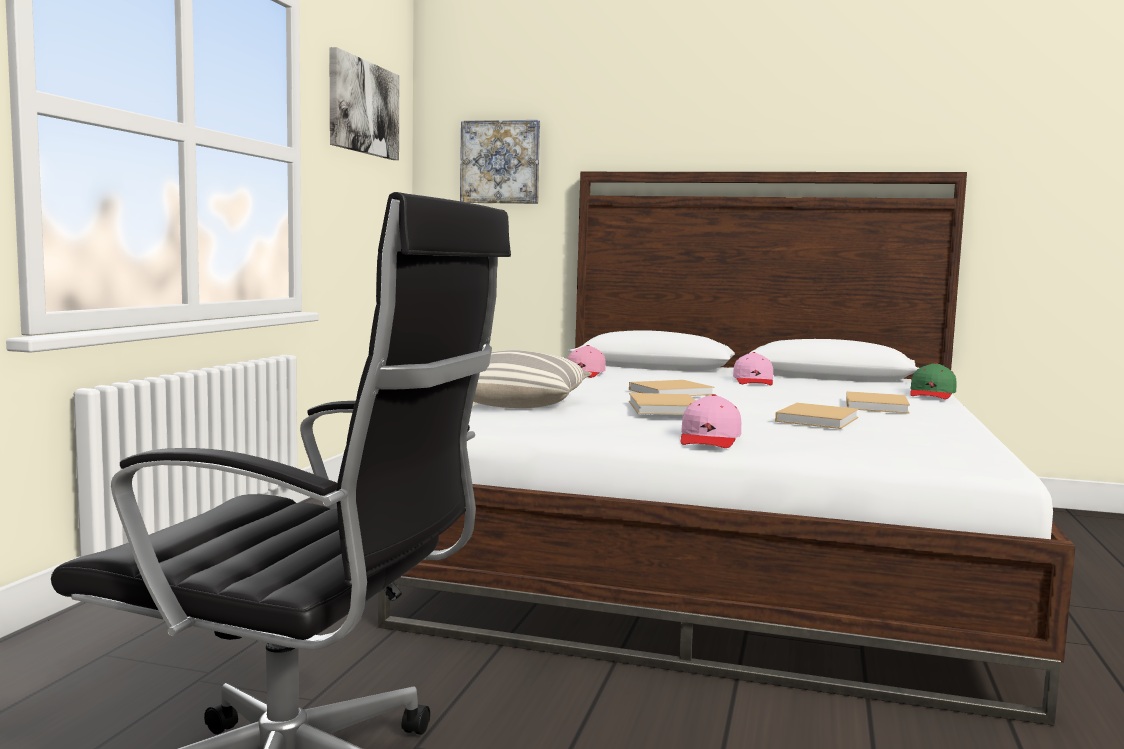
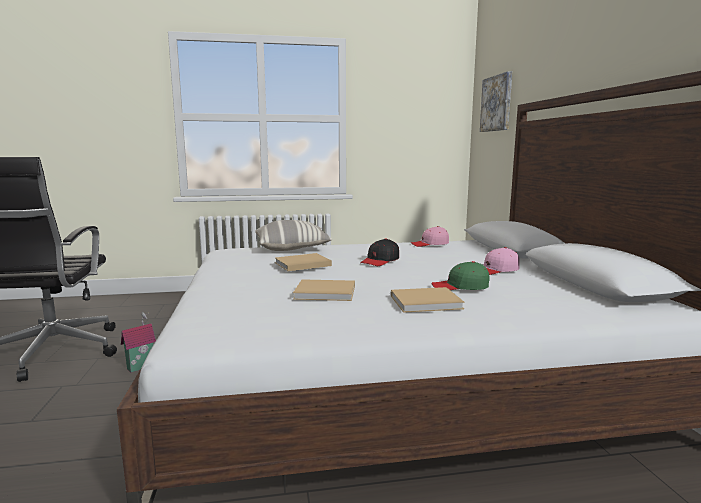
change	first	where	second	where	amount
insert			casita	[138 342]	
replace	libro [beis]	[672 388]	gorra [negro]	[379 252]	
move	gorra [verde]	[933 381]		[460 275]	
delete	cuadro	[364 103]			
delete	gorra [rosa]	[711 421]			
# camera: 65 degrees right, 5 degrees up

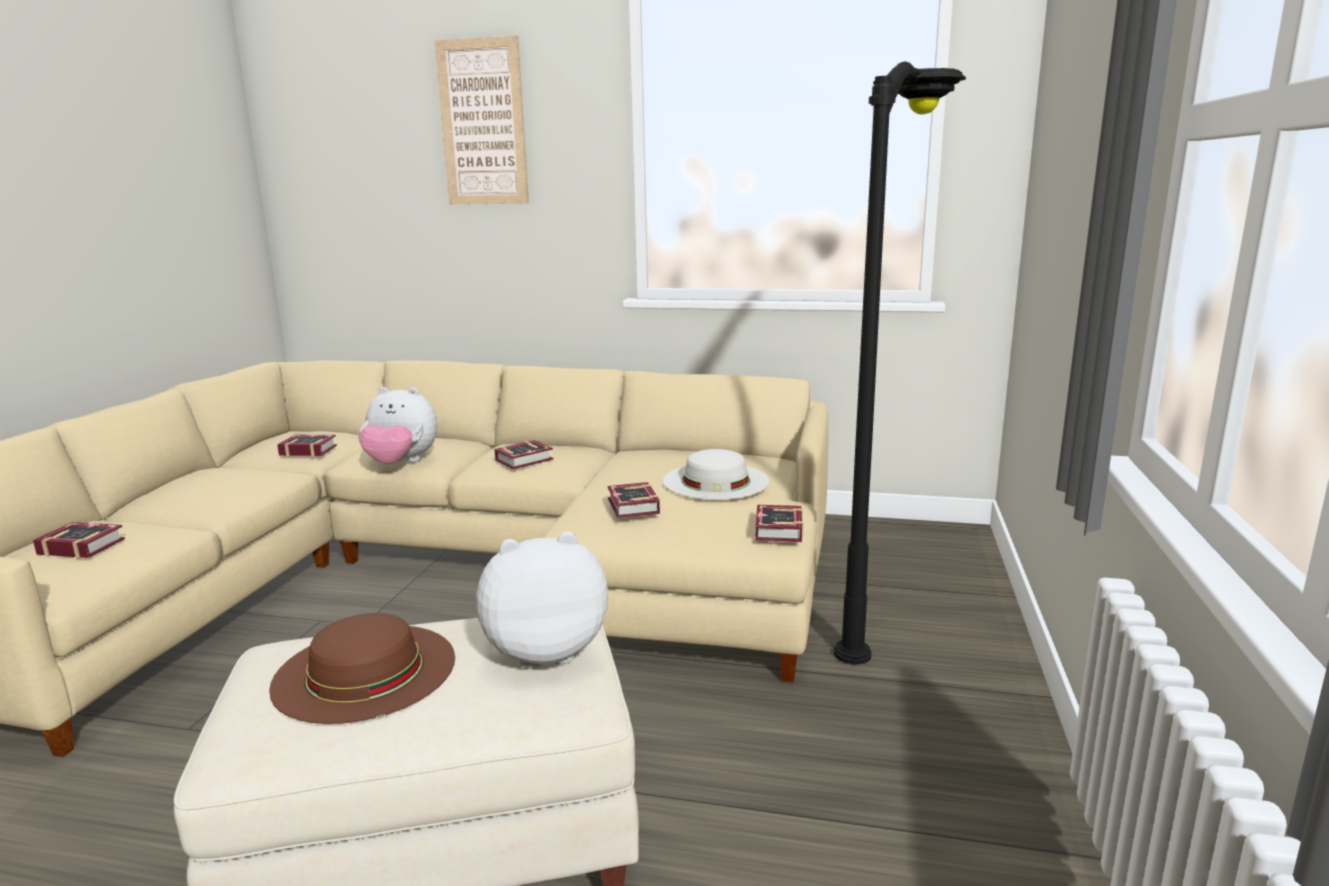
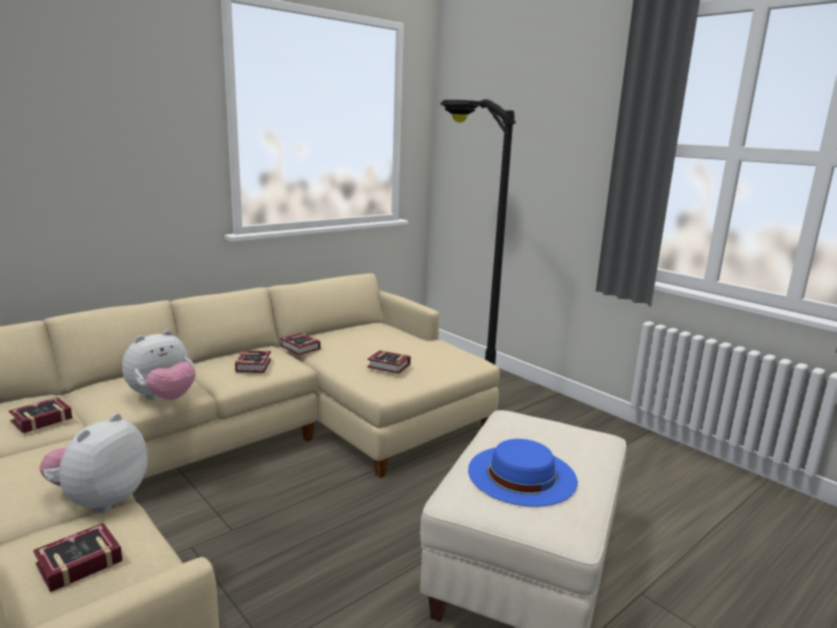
change	first	where	second	where	amount
move	peluche	[542 600]		[93 463]	
move	libro	[779 523]		[300 344]	
recolor	sombrero [marrón]	[362 668]	sombrero [azul]	[523 473]	
delete	cuadro	[482 120]			
delete	sombrero [blanco]	[716 474]			
# camera: 55 degrees left, 0 degrees up

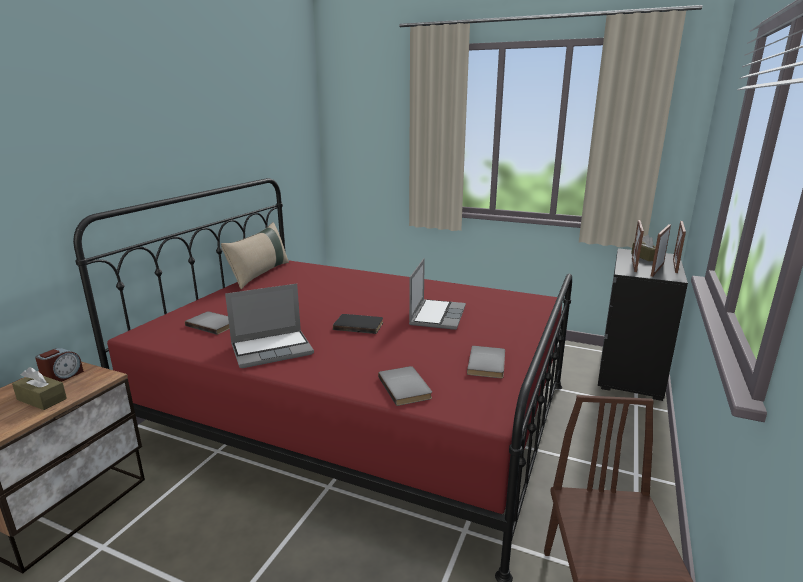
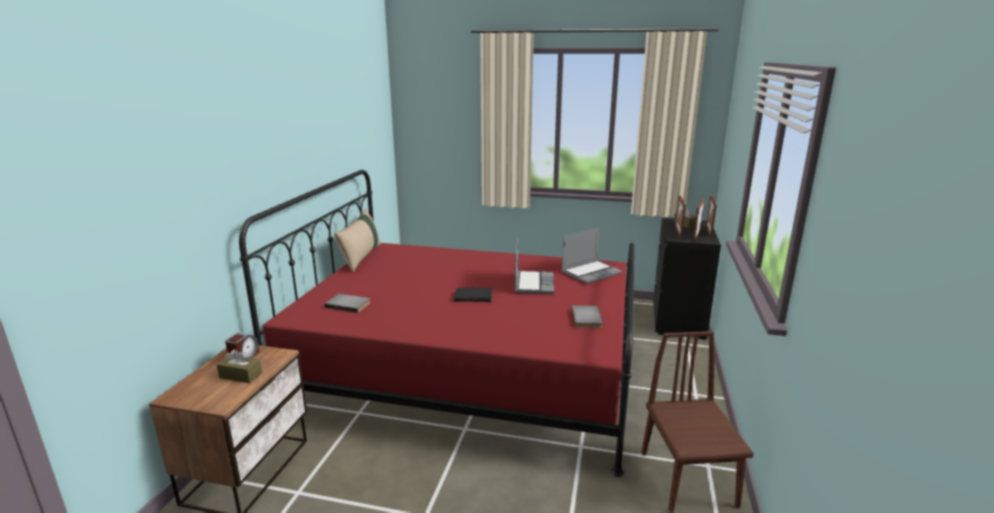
change	first	where	second	where	amount
move	portátil	[269 325]		[592 256]	
delete	libro [gris]	[405 386]			
# camera: 10 degrees left, 0 degrees up

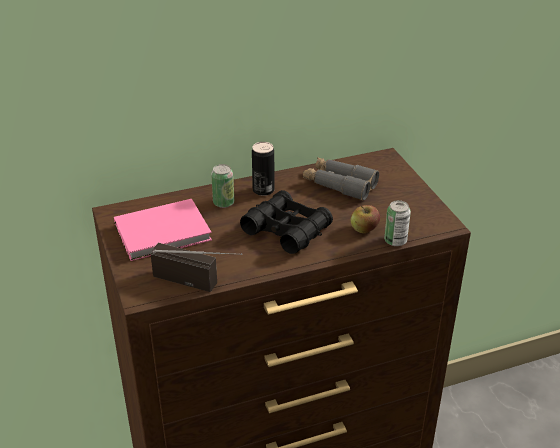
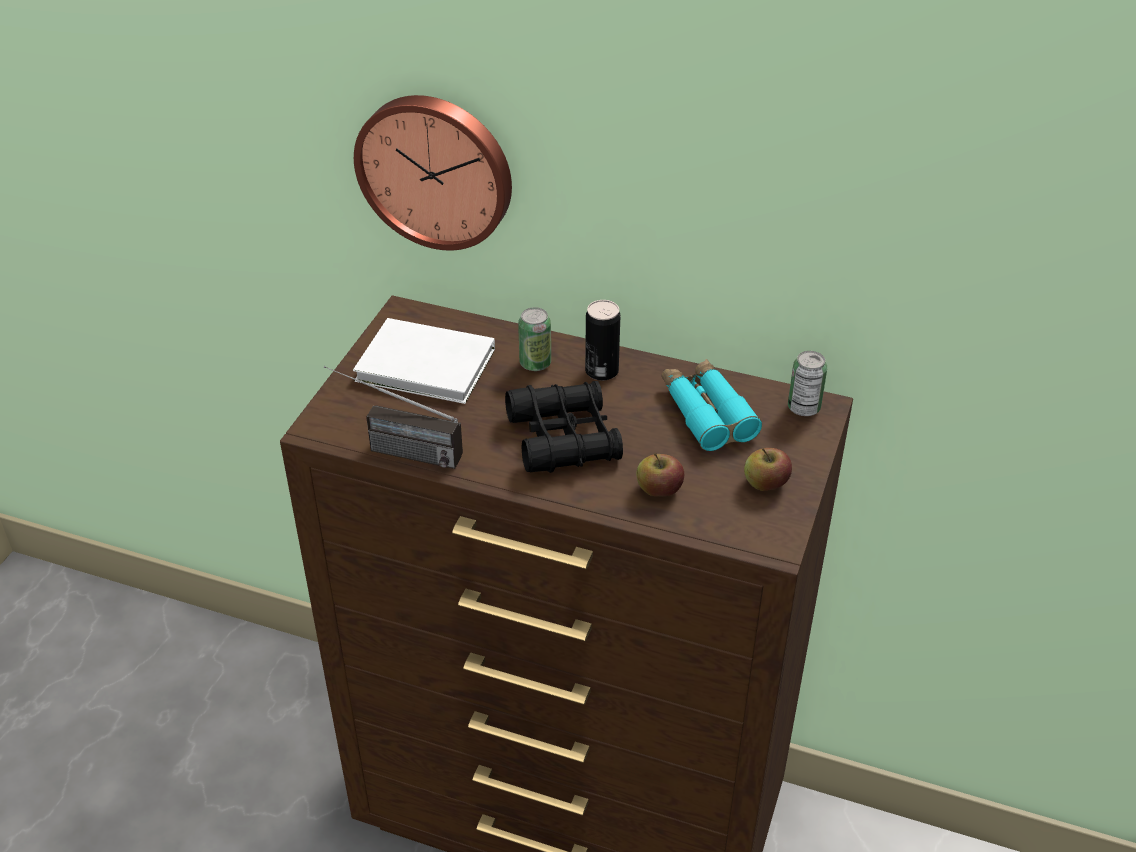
change	first	where	second	where	amount
rotate	radio	[196 267]		[393 417]	135 degrees clockwise
recolor	libro [rosa]	[163 230]	libro [blanco]	[424 361]	
insert			reloj de pared	[433 172]	
recolor	prismáticos [gris]	[341 179]	prismáticos [turquesa]	[712 405]	
insert			manzana	[768 469]	
move	lata	[397 223]		[807 383]	
# camera: 40 degrees right, 5 degrees up

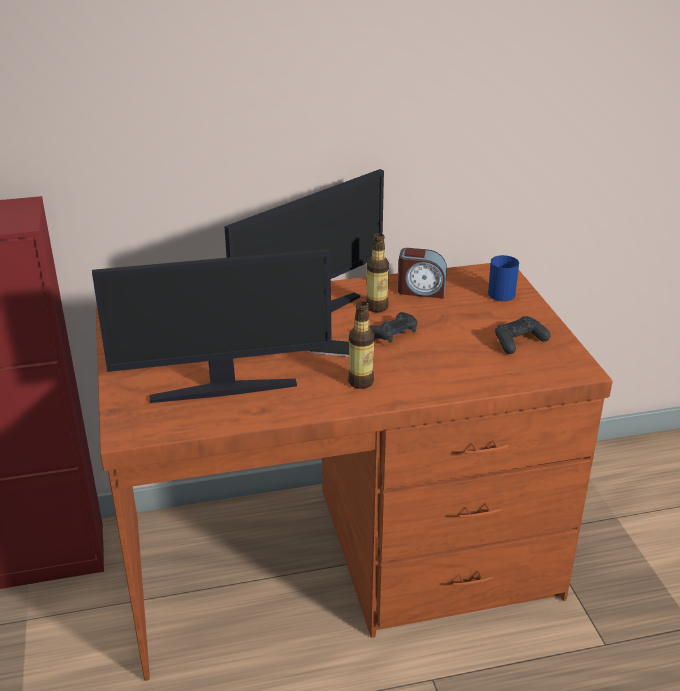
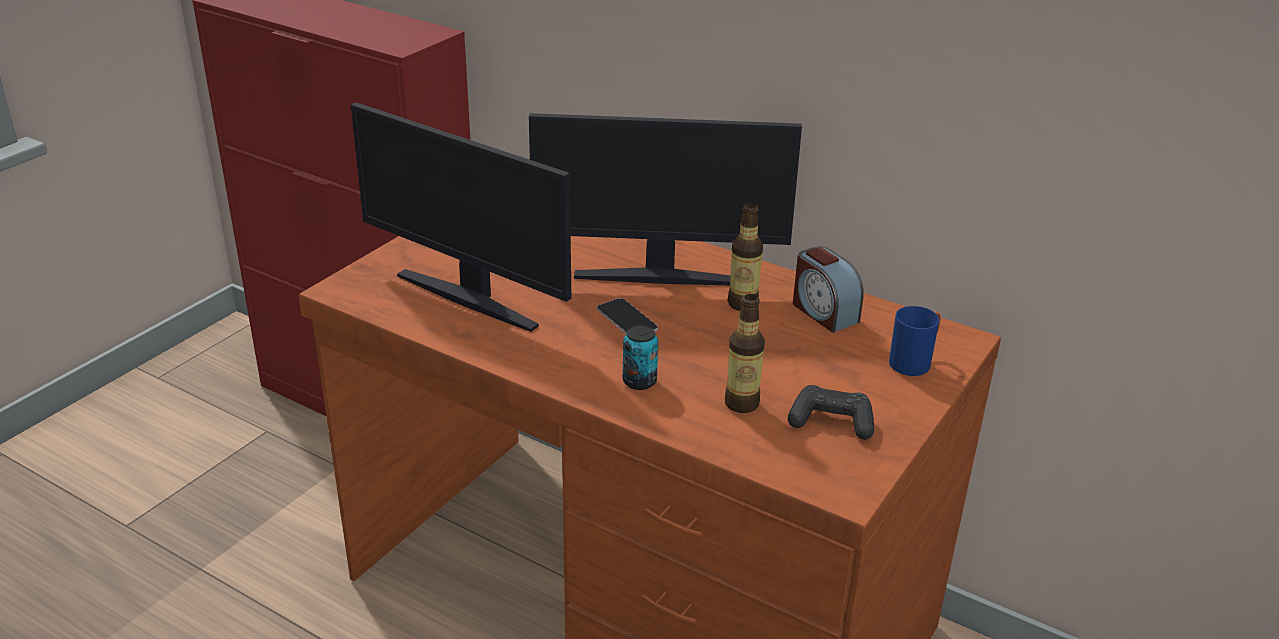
change	first	where	second	where	amount
insert			lata	[640 357]	
move	botella	[361 345]		[745 353]	
delete	mando de consola [negro]	[393 327]			
# camera: 45 degrees right, 0 degrees up

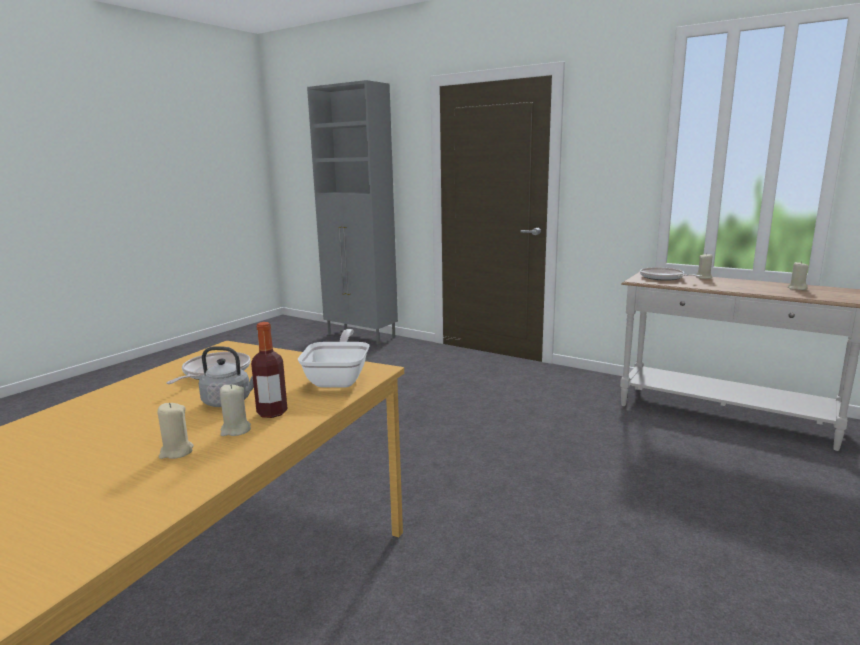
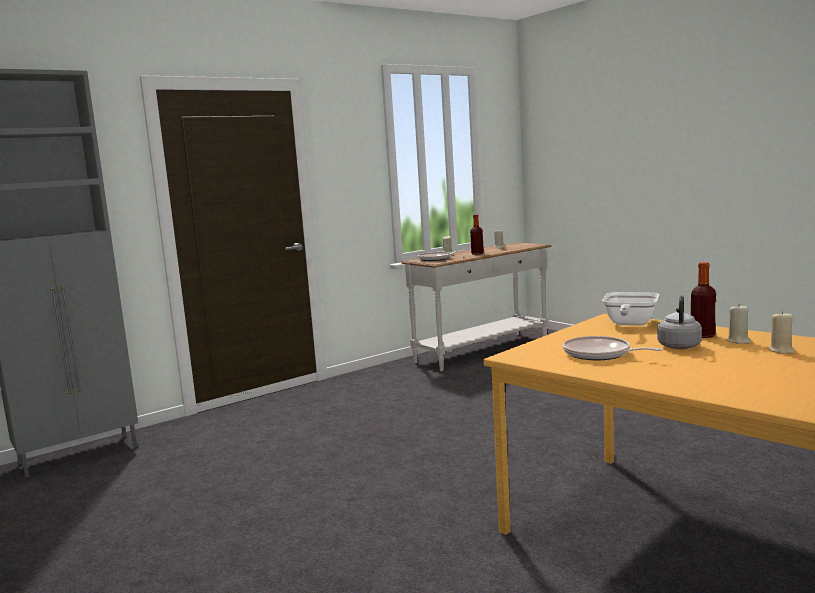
change	first	where	second	where	amount
insert			botella	[477 234]	
rotate	sartén	[333 358]		[630 309]	90 degrees counterclockwise
# camera: 70 degrees left, 5 degrees down

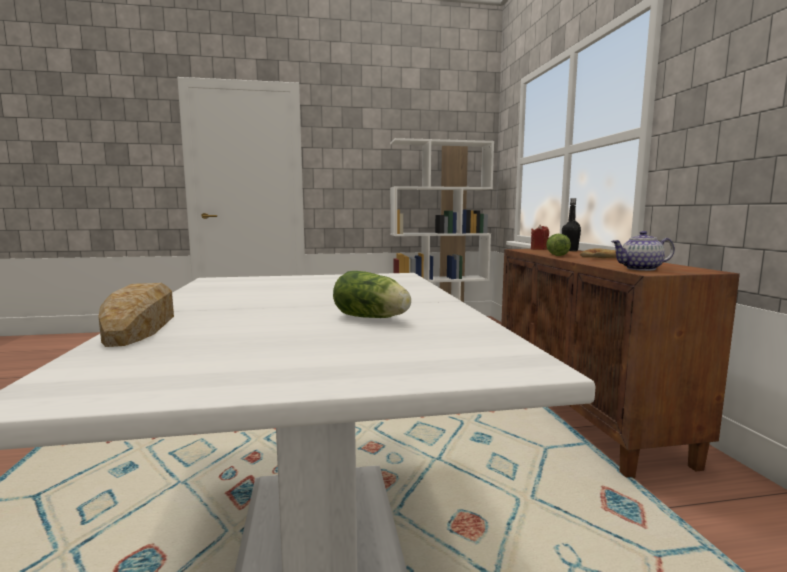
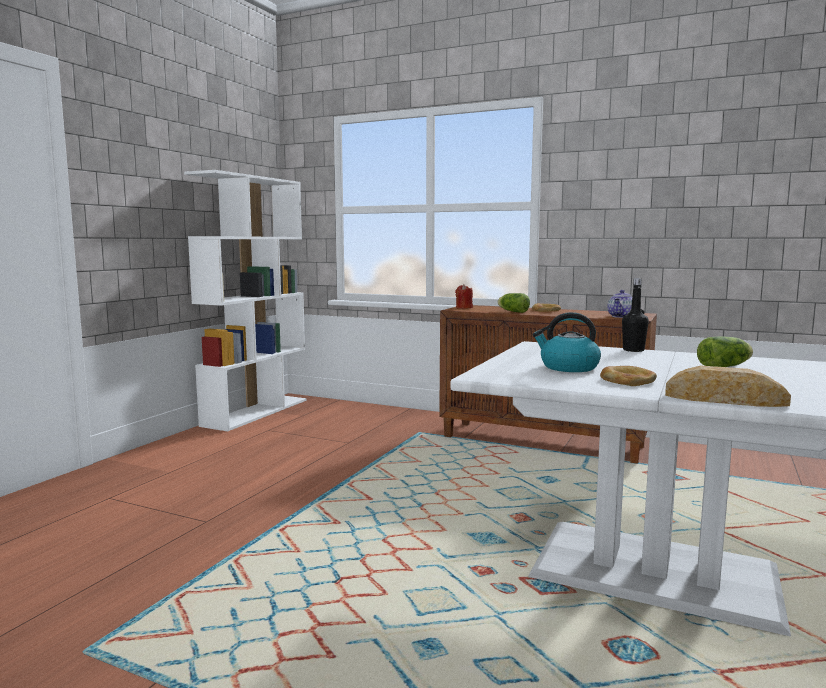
change	first	where	second	where	amount
insert			hervidor	[567 342]	
insert			pan	[628 376]	
move	botella [negro]	[571 224]		[635 315]	
# camera: 55 degrees left, 0 degrees up

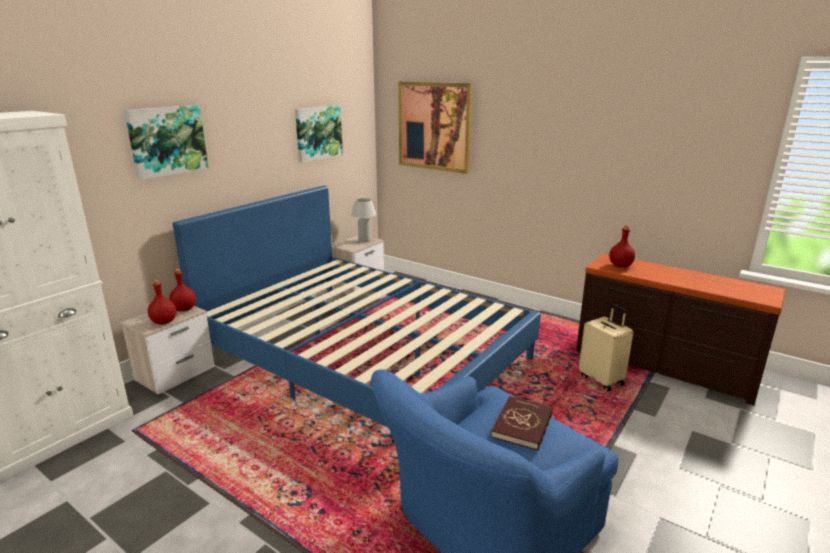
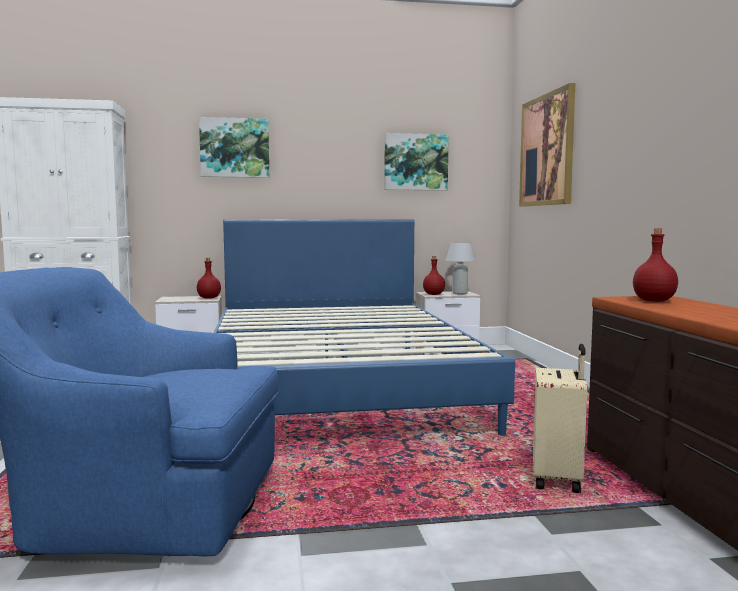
change	first	where	second	where	amount
move	botella [rojo]	[162 302]		[434 275]	
delete	libro [rojo]	[522 423]			
# camera: 45 degrees right, 15 degrees down

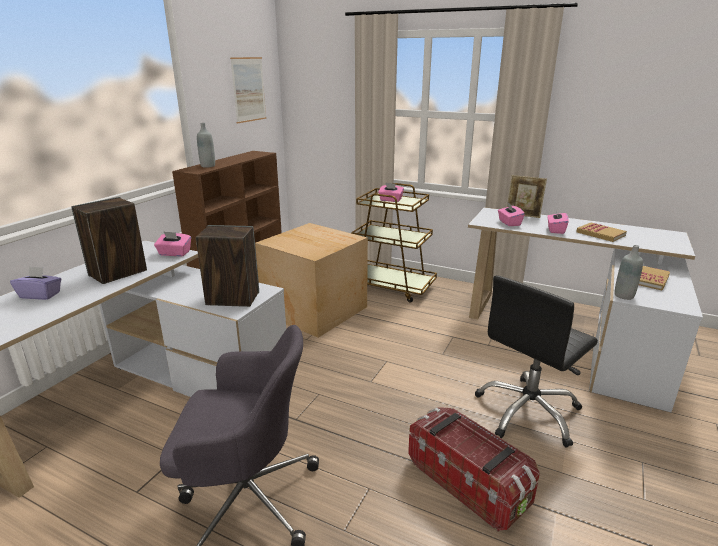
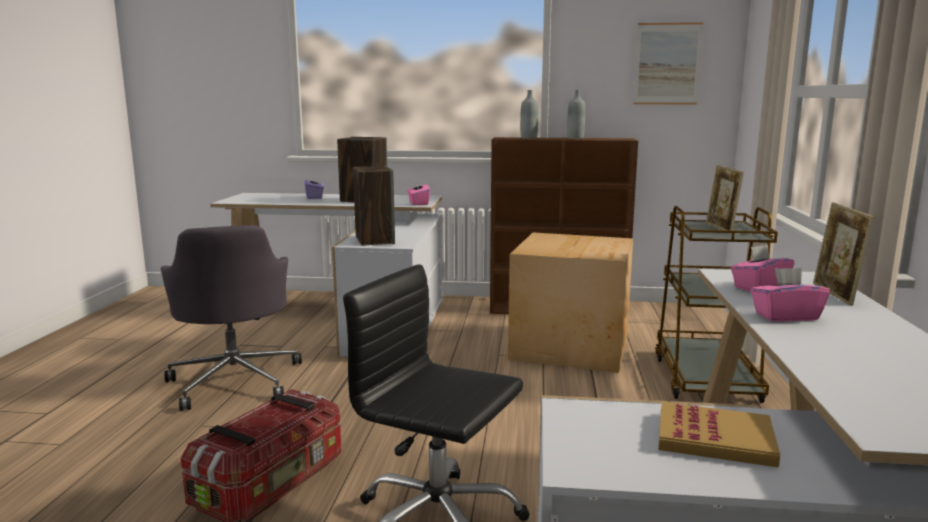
change	first	where	second	where	amount
move	botella [gris]	[629 272]		[576 114]	
replace	caja de pañuelos [rosa]	[391 192]	portarretratos	[725 199]	
delete	libro	[601 232]			
# camera: 70 degrees right, 10 degrees down

